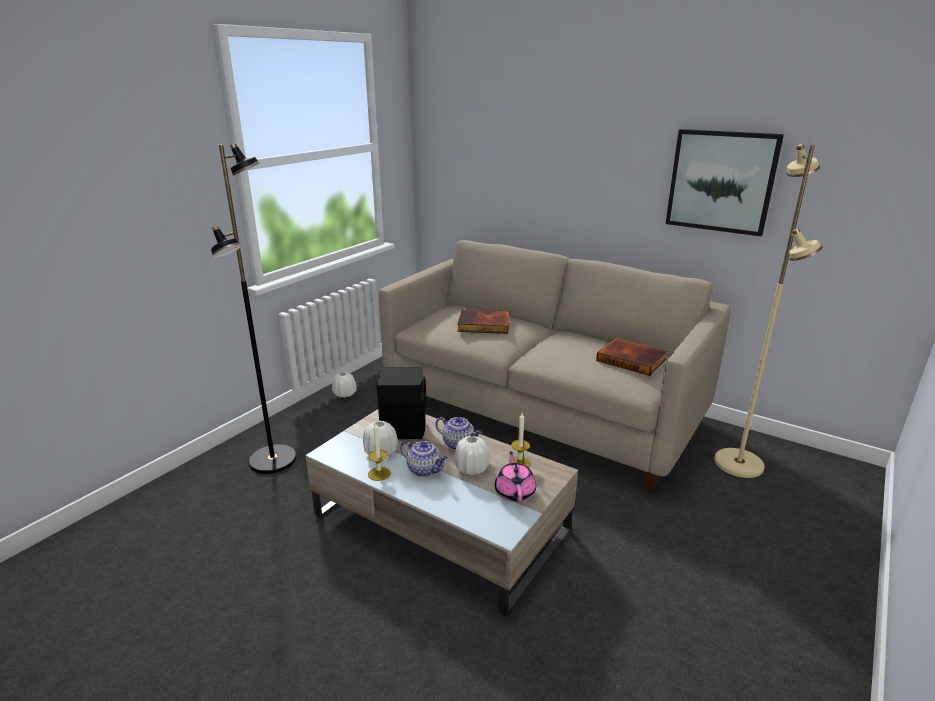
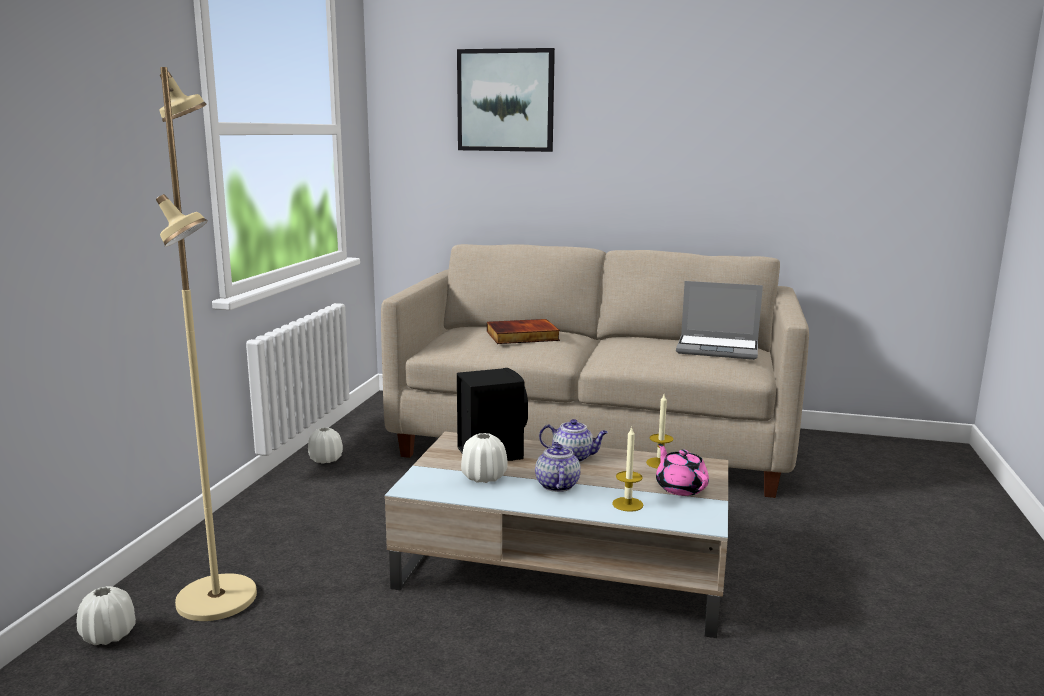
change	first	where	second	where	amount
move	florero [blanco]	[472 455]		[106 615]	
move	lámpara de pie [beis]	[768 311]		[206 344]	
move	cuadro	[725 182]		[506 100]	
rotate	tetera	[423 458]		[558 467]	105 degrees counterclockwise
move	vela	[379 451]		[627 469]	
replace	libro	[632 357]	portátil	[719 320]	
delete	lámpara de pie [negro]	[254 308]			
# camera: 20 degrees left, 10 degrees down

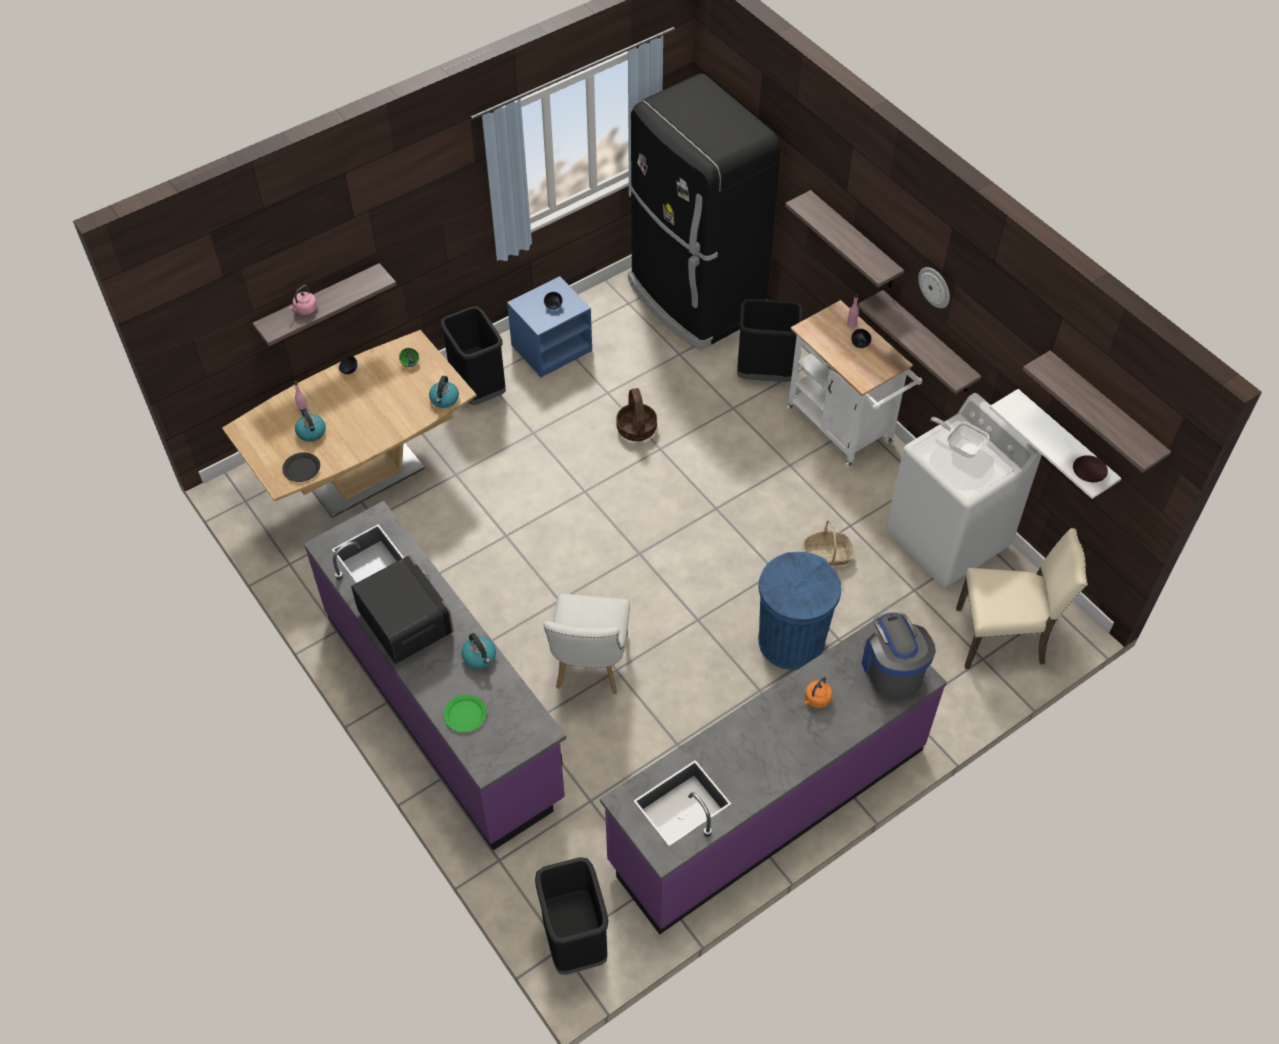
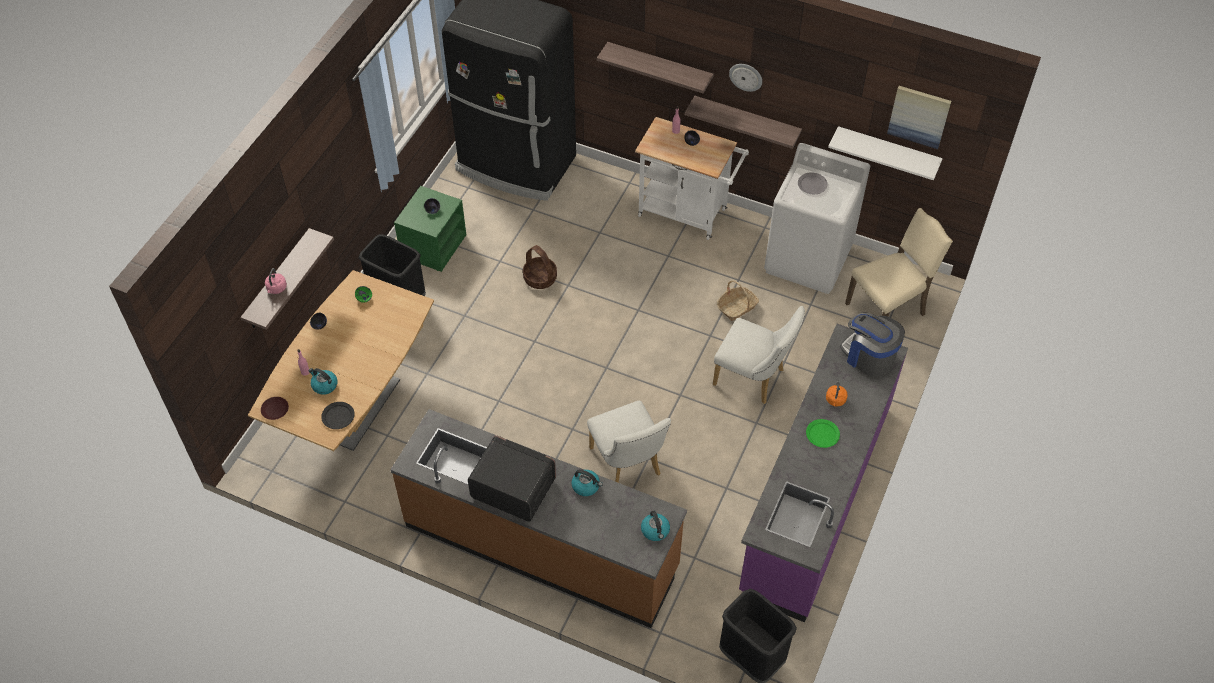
change	first	where	second	where	amount
move	plato [marrón]	[1090 468]		[275 408]	
recolor	mueble bajo de cocina [morado]	[435 675]	mueble bajo de cocina [marrón]	[538 518]	
recolor	mesita de noche [azul]	[549 327]	mesita de noche [verde]	[430 229]	
move	hervidor	[444 392]		[655 526]	
replace	papelera [azul]	[799 611]	silla [blanco]	[758 355]	
replace	sartén	[960 438]	plato [gris]	[813 183]	
move	plato [verde]	[465 714]		[823 433]	
replace	estante	[1097 411]	cuadro	[919 117]	
delete	papelera [negro]	[770 340]			
# camera: 30 degrees left, 0 degrees up

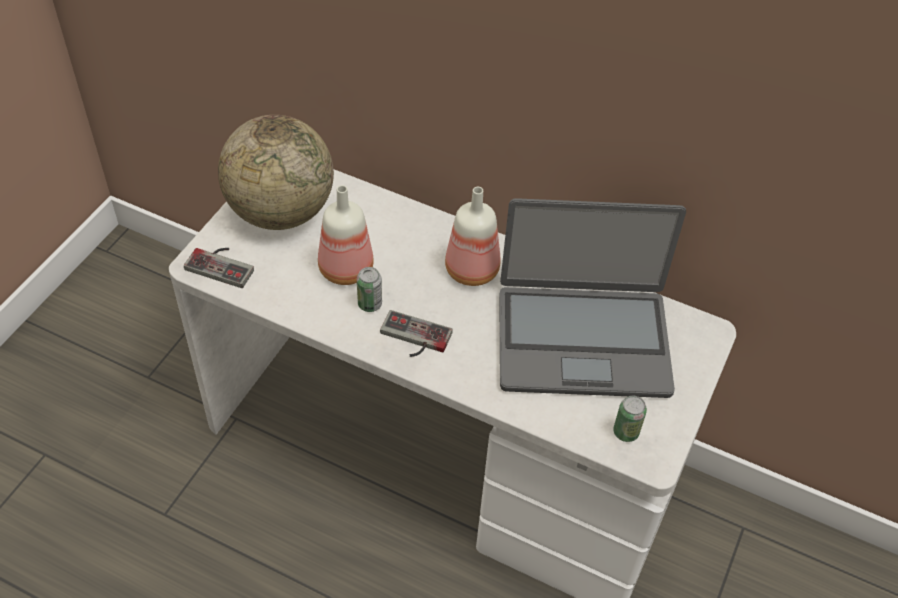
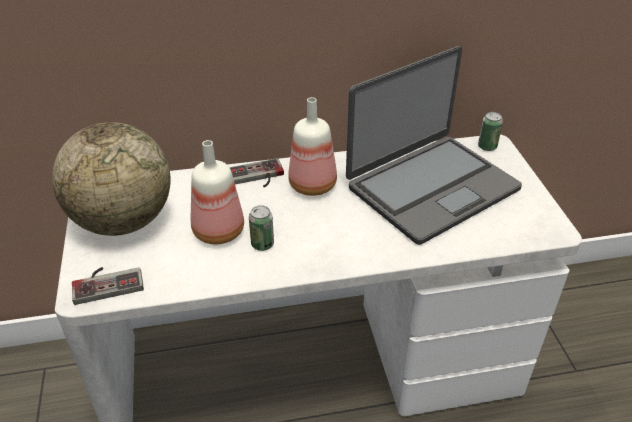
change	first	where	second	where	amount
move	mando de consola	[416 333]		[256 172]	
move	lata	[630 419]		[490 131]	
# camera: 35 degrees left, 10 degrees down

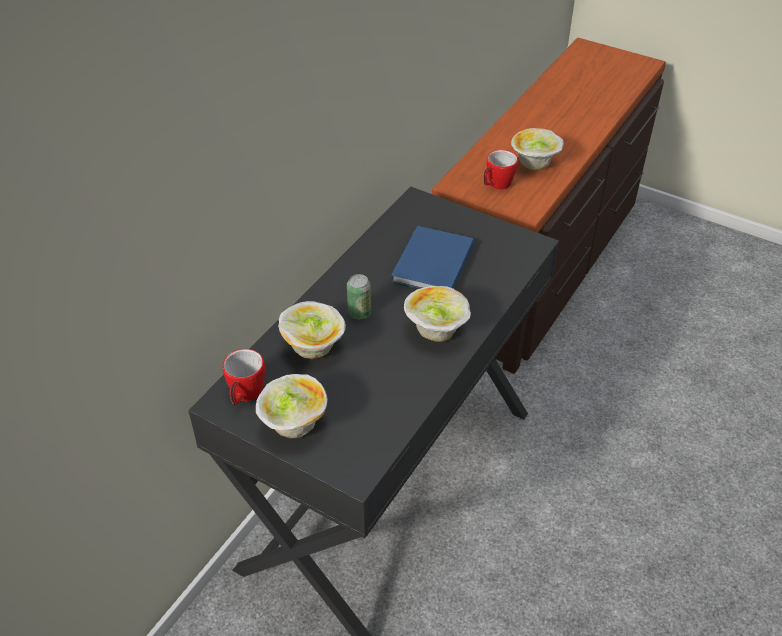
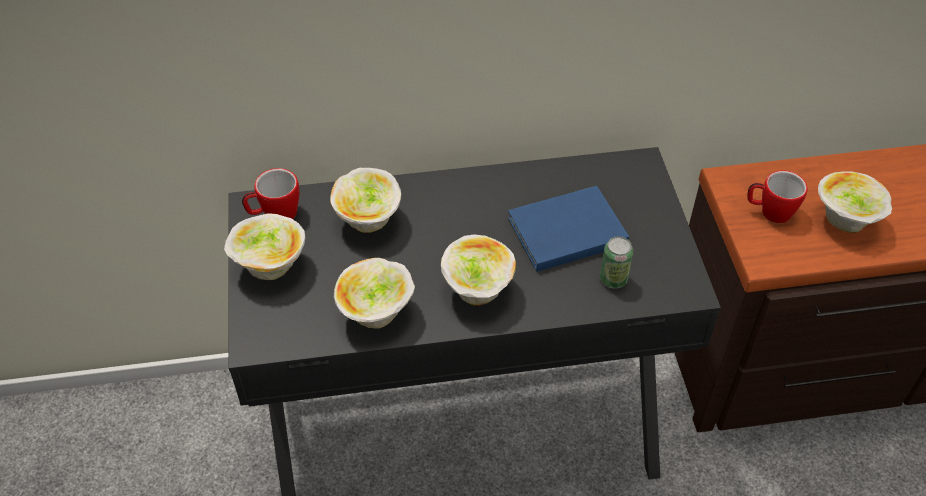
change	first	where	second	where	amount
insert			cuenco	[374 293]	
move	lata	[359 296]		[616 262]	
# camera: 50 degrees right, 5 degrees up

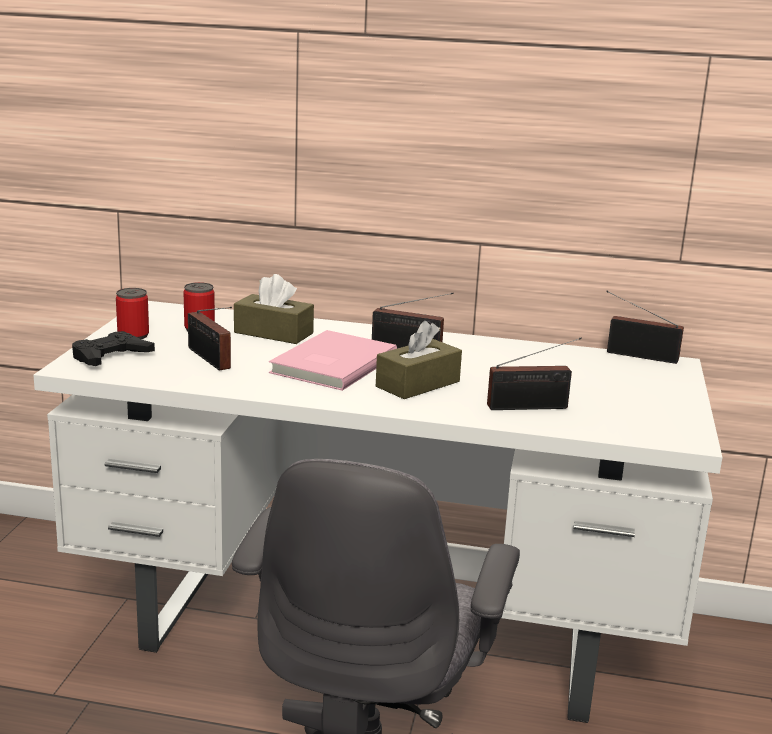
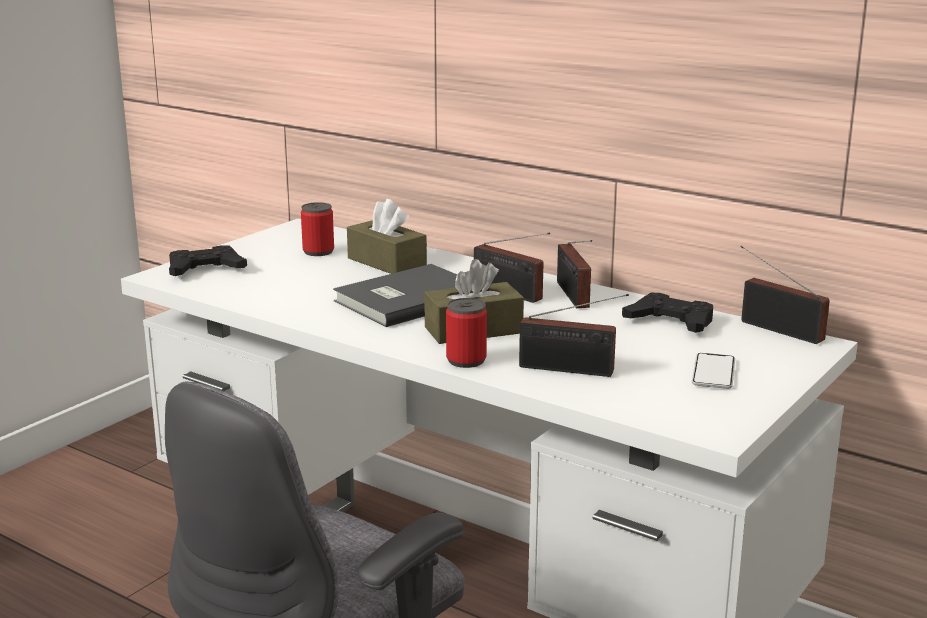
change	first	where	second	where	amount
recolor	libro [rosa]	[333 360]	libro [gris]	[395 295]	
move	lata	[132 313]		[466 333]	
move	radio	[210 339]		[574 274]	
insert			mando de consola [negro]	[667 313]	
insert			móvil	[713 371]	
# camera: 25 degrees right, 0 degrees up

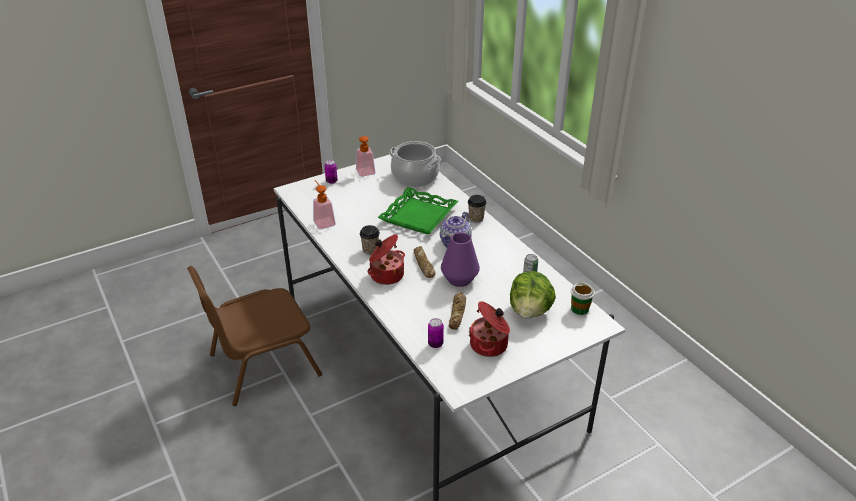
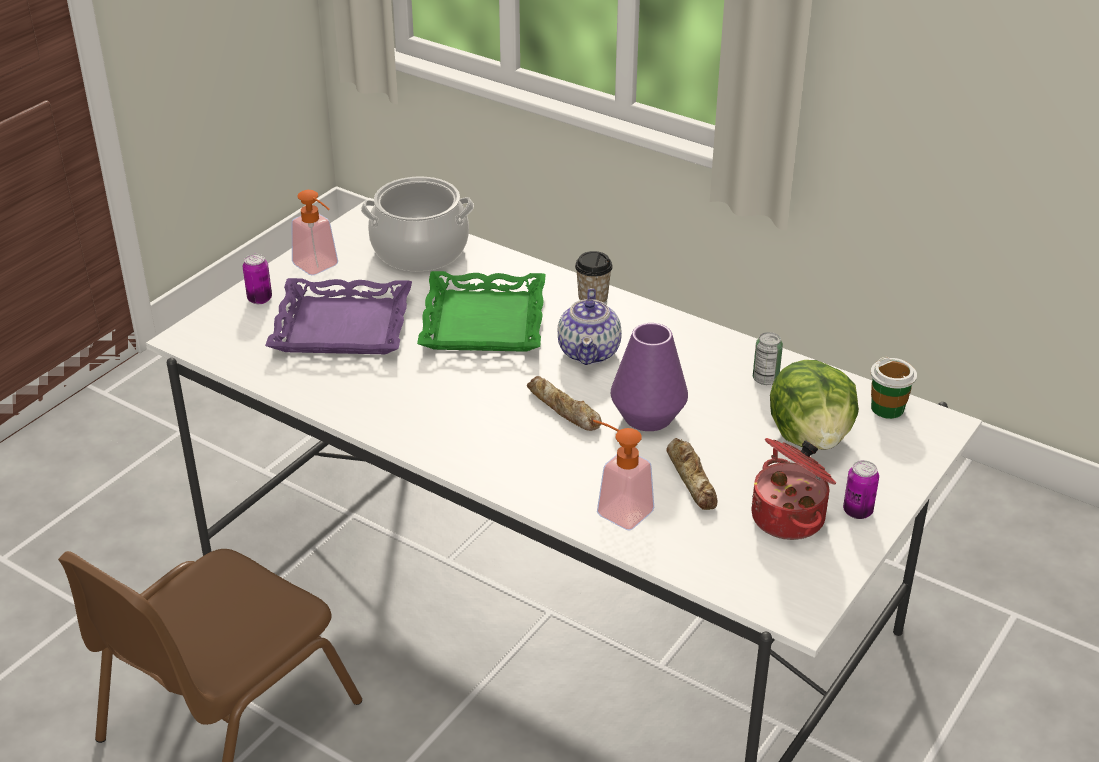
change	first	where	second	where	amount
insert			bandeja [morado]	[338 316]	
move	dispensador de jabón	[324 204]		[623 475]	
move	lata	[436 333]		[861 489]	
delete	taza	[370 240]			
delete	olla	[386 259]			
# camera: 25 degrees left, 0 degrees up

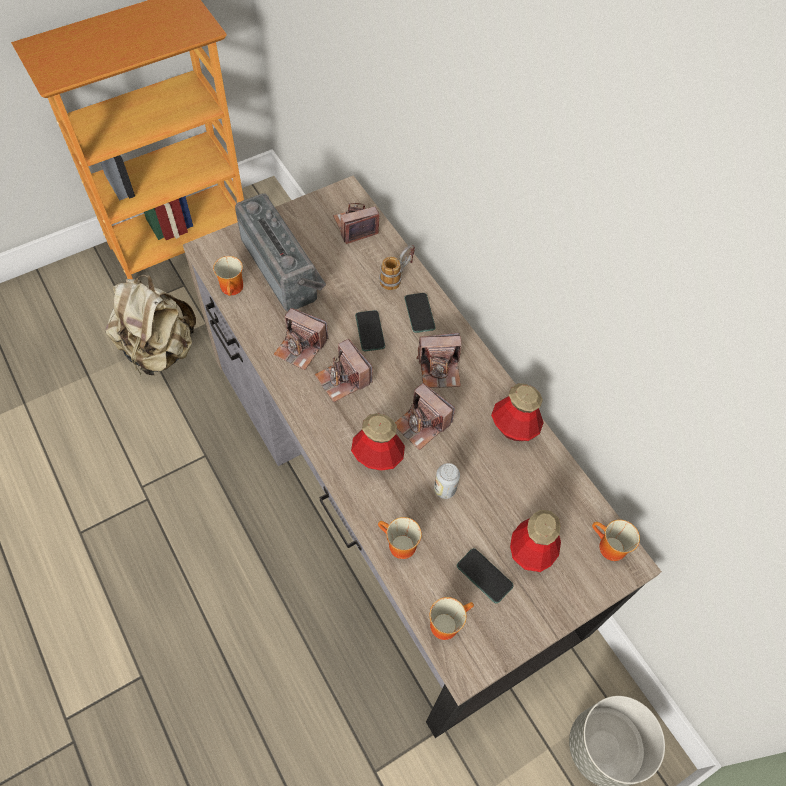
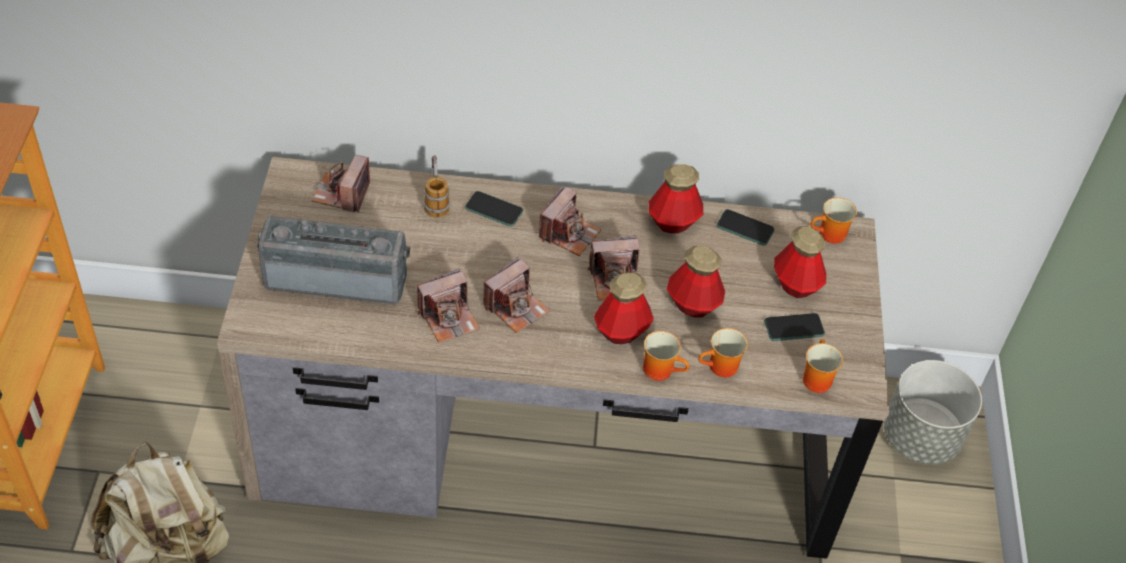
change	first	where	second	where	amount
rotate	cámara	[344 370]		[516 295]	45 degrees counterclockwise
move	taza grande	[228 276]		[666 356]	
replace	lata	[447 481]	botella	[696 281]	
move	móvil	[370 330]		[746 227]	
# camera: 55 degrees left, 10 degrees down

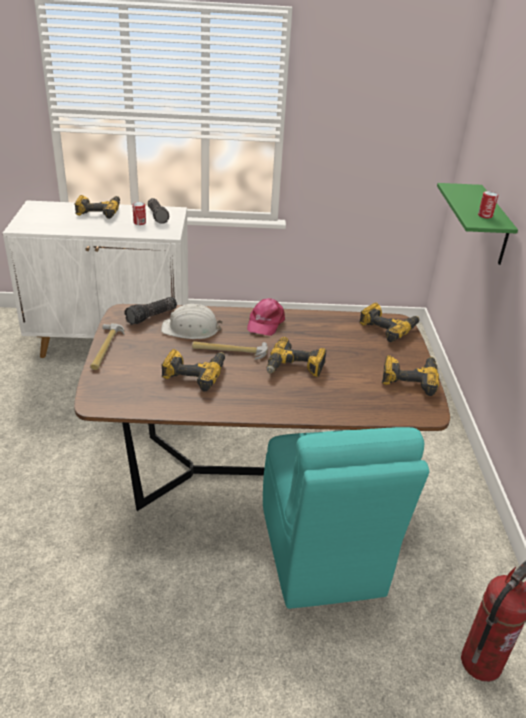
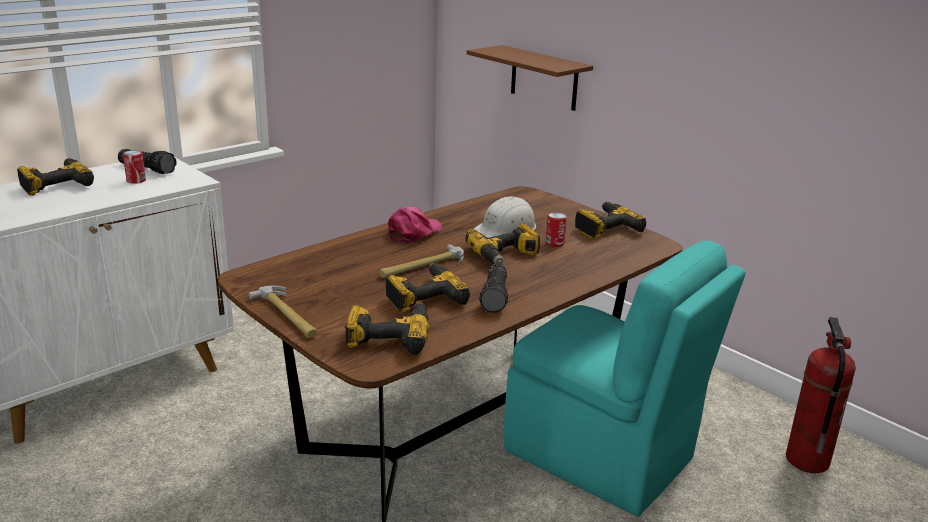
change	first	where	second	where	amount
move	taladro	[389 322]		[387 329]	
rotate	gorra [rosa]	[266 317]		[415 224]	120 degrees counterclockwise
recolor	estante [verde]	[477 224]	estante [marrón]	[529 78]	
move	casco [blanco]	[191 321]		[505 217]	
move	linterna	[150 311]		[493 288]	
move	lata	[488 205]		[556 229]	
# camera: 40 degrees left, 10 degrees down

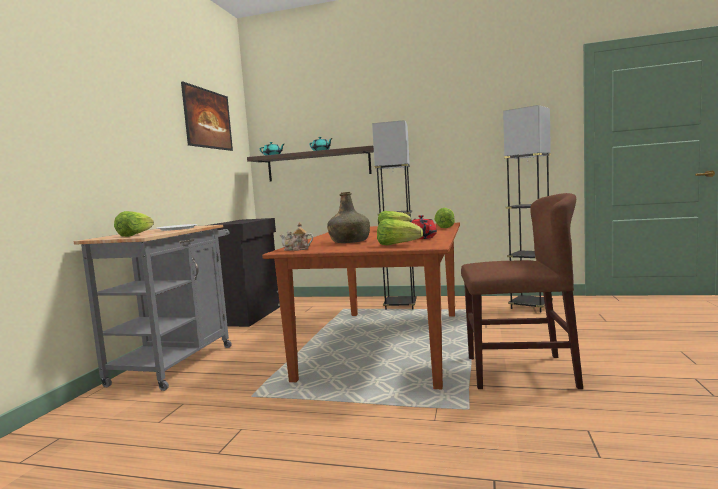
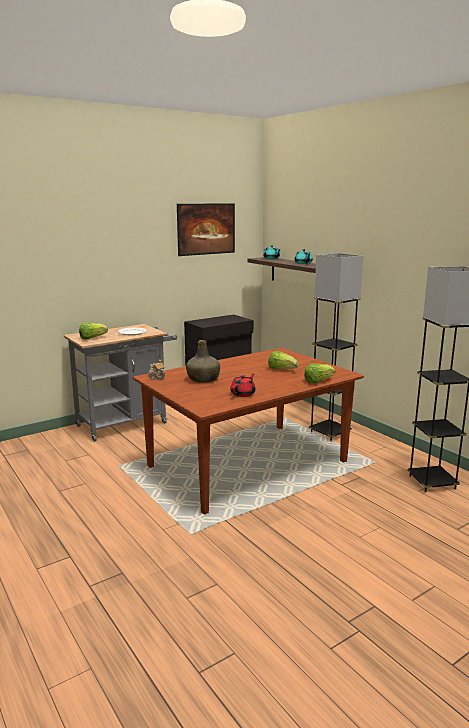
change	first	where	second	where	amount
delete	lechuga	[400 232]			
delete	silla [marrón]	[522 291]			
# camera: 40 degrees right, 10 degrees up

